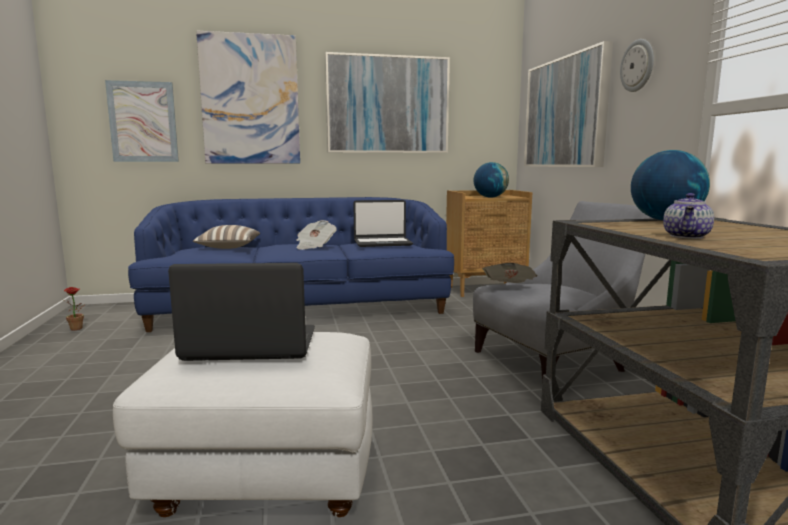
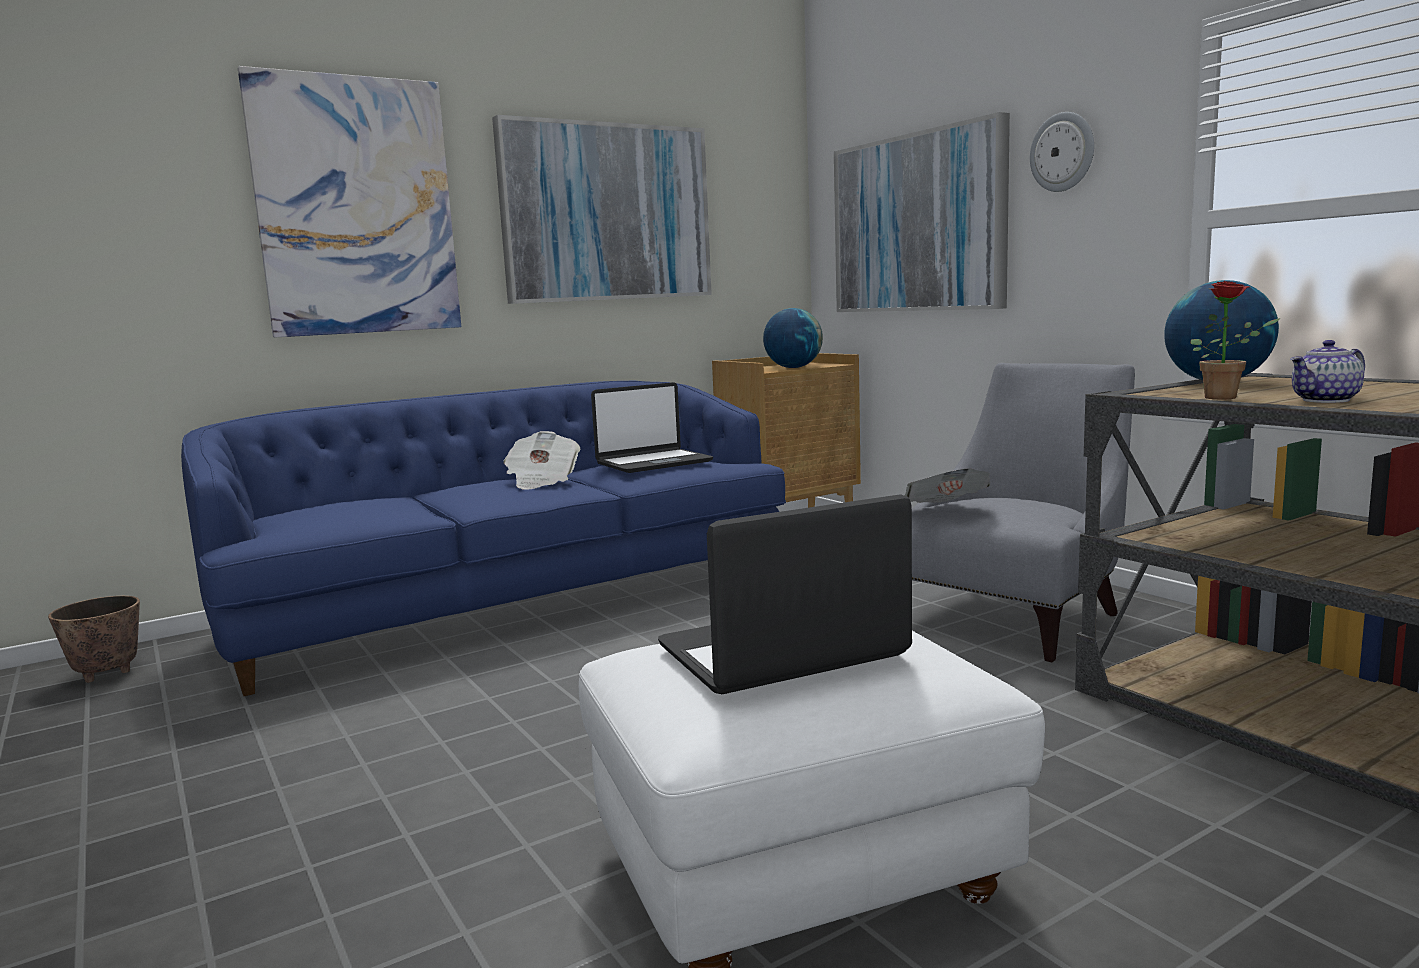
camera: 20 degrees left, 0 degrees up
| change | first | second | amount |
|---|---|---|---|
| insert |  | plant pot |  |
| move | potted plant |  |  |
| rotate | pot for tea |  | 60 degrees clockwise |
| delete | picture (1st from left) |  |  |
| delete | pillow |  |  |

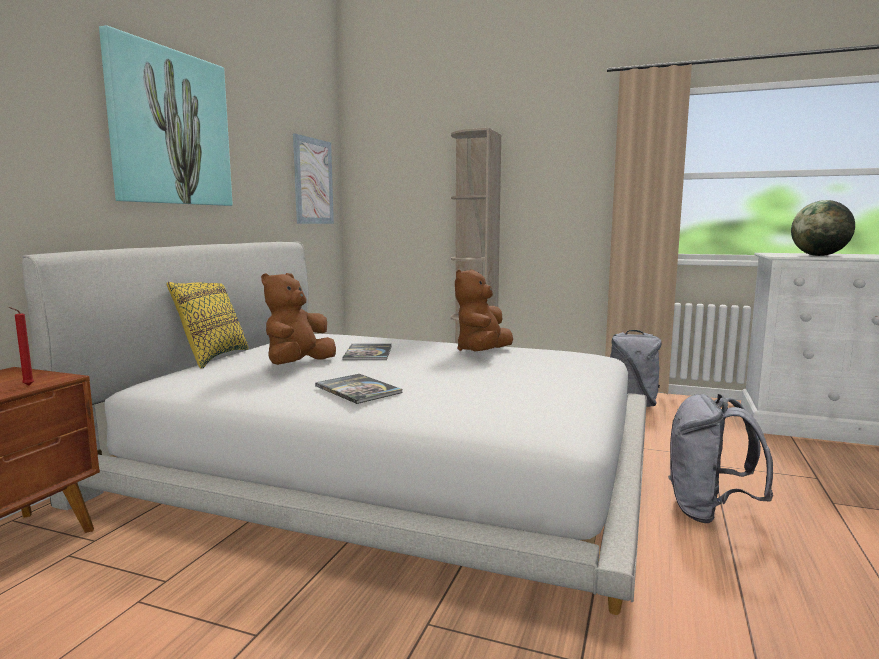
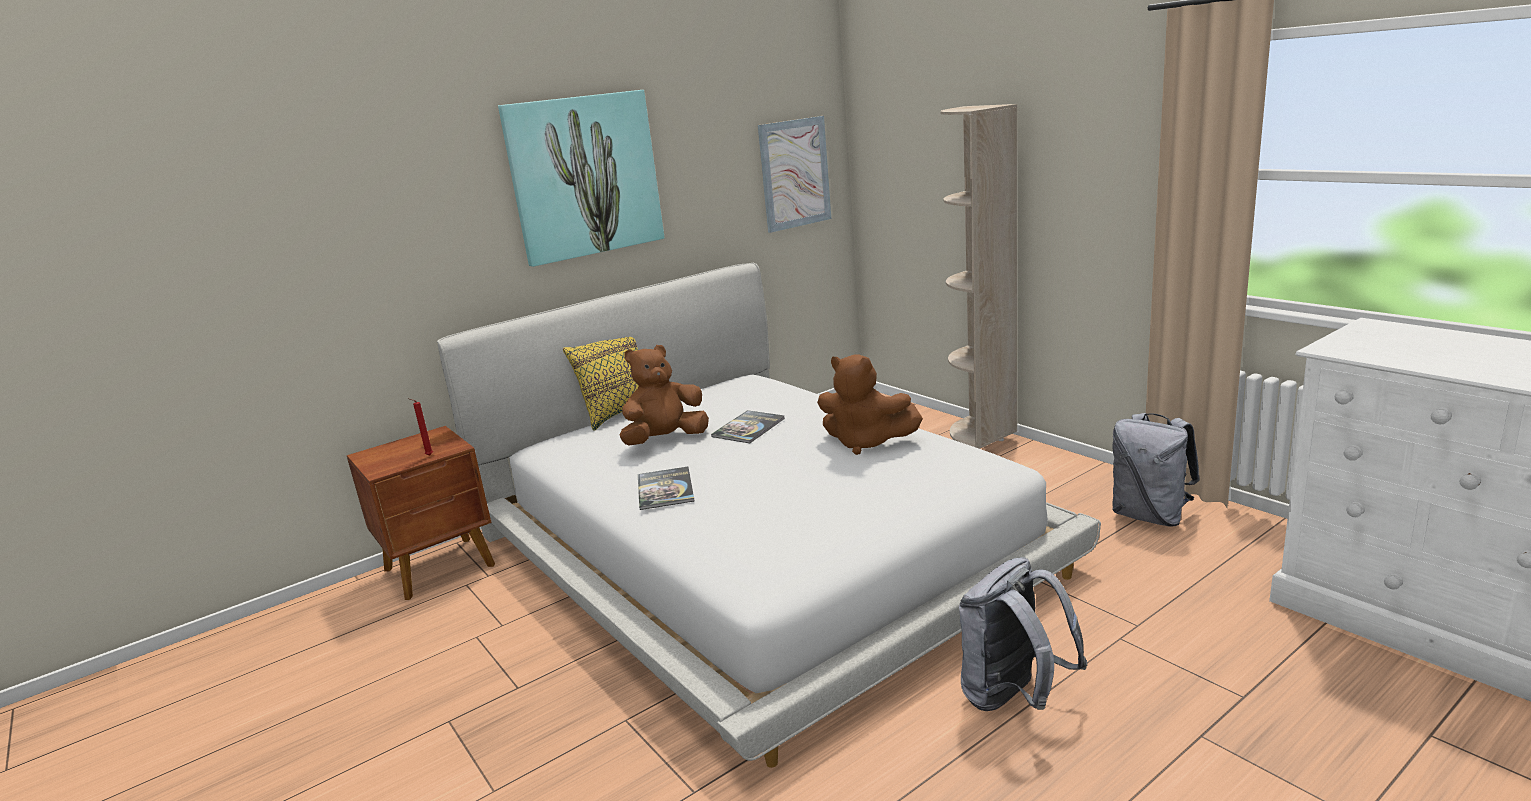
camera: 35 degrees right, 10 degrees up
| change | first | second | amount |
|---|---|---|---|
| rotate | brown plush toy (2nd from left) |  | 120 degrees counterclockwise |
| delete | world globe |  |  |

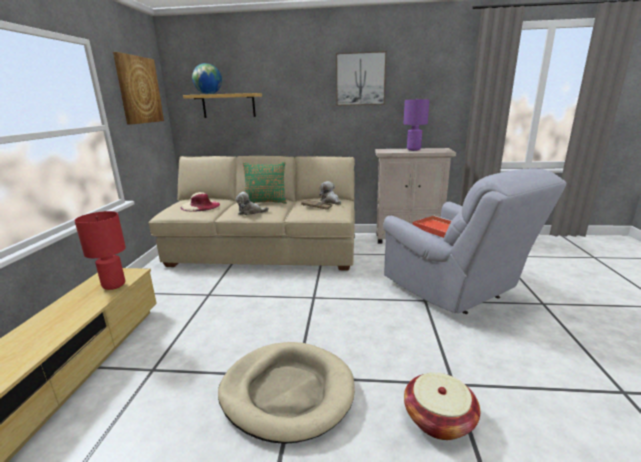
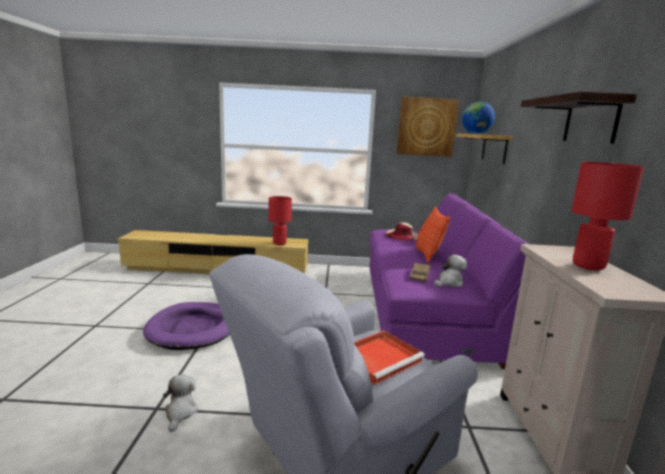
camera: 85 degrees right, 5 degrees down
| change | first | second | amount |
|---|---|---|---|
| recolor | sand-coloured pet bed | purple pet bed |  |
| move | plush toy (1st from left) |  |  |
| recolor | sand-coloured sofa | purple sofa |  |
| recolor | greenish pillow | orange-coloured pillow |  |
| replace | picture (2nd from left) | bracket shelf (2nd from left) |  |
| recolor | purple tabletop lamp | red tabletop lamp (2nd from left) |  |
| delete | basket |  |  |

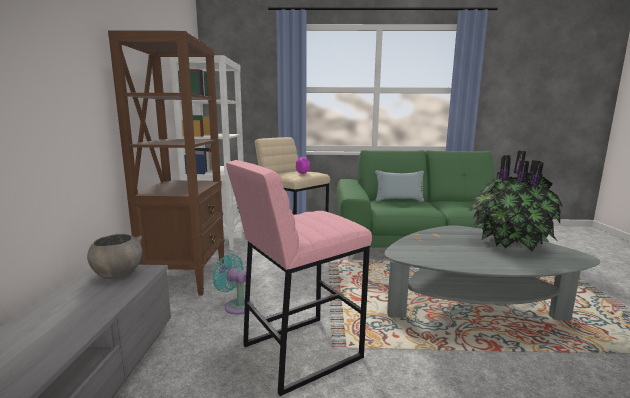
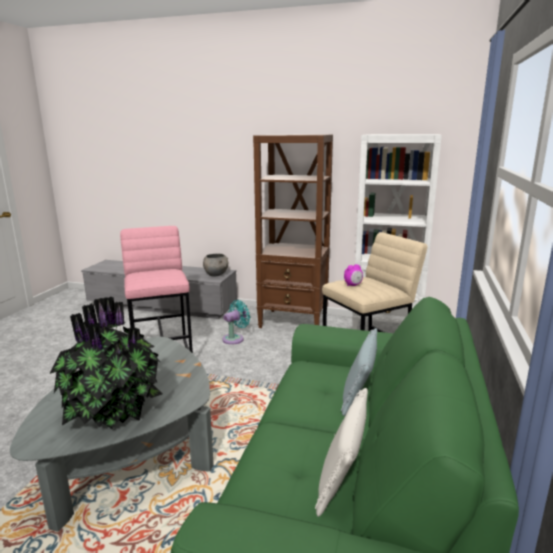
camera: 105 degrees right, 5 degrees up
| change | first | second | amount |
|---|---|---|---|
| insert |  | white pillow |  |

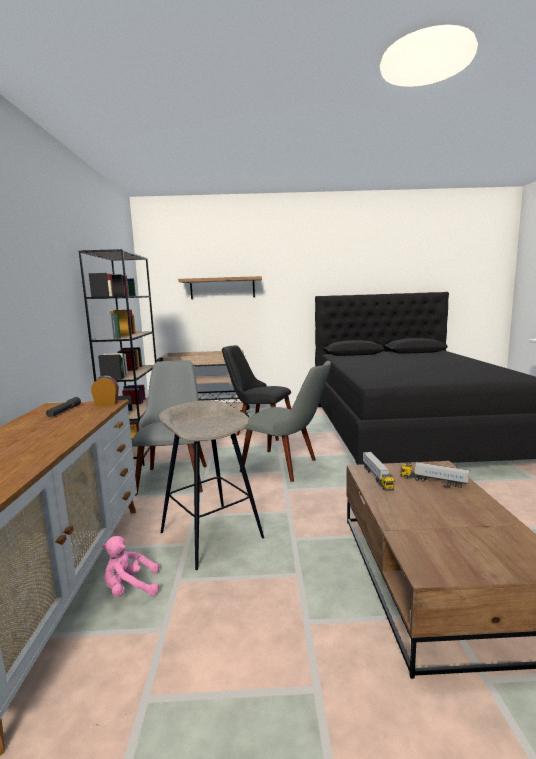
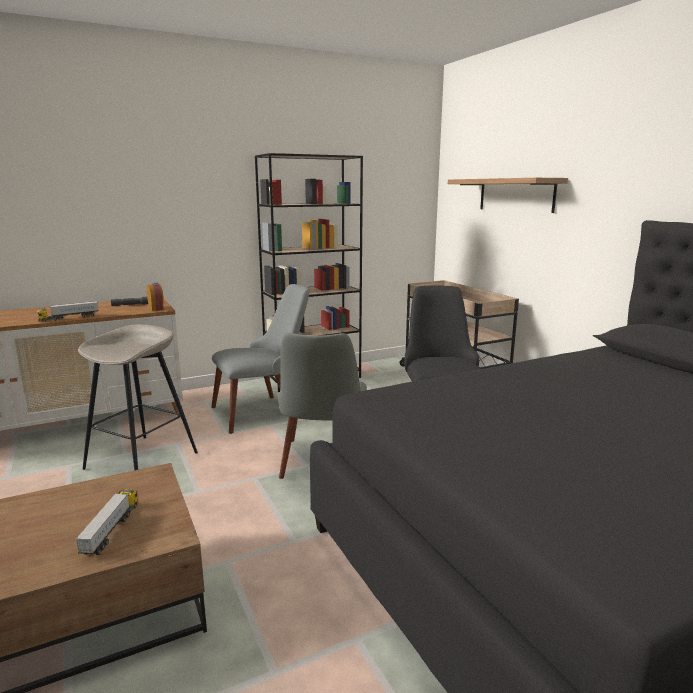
camera: 65 degrees right, 5 degrees up
| change | first | second | amount |
|---|---|---|---|
| move | toy truck (1st from left) |  |  |
| delete | pink-coloured plush toy |  |  |

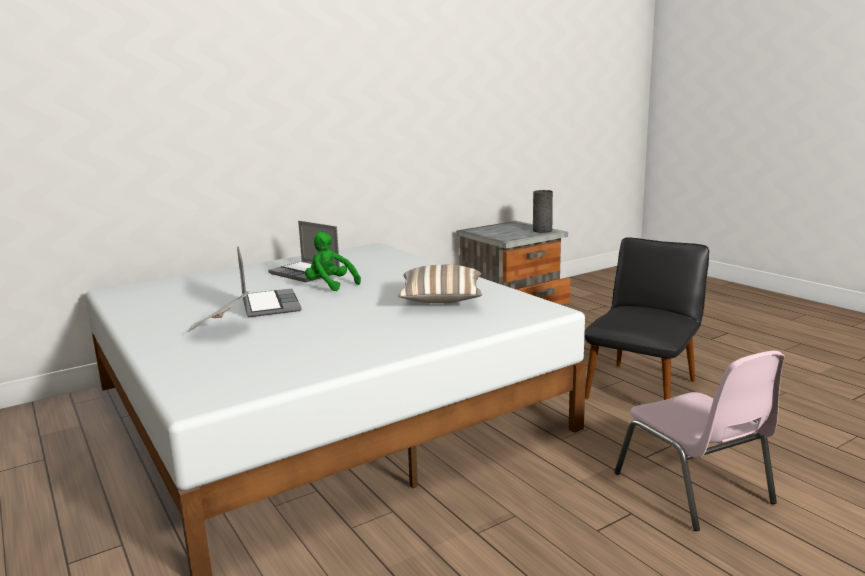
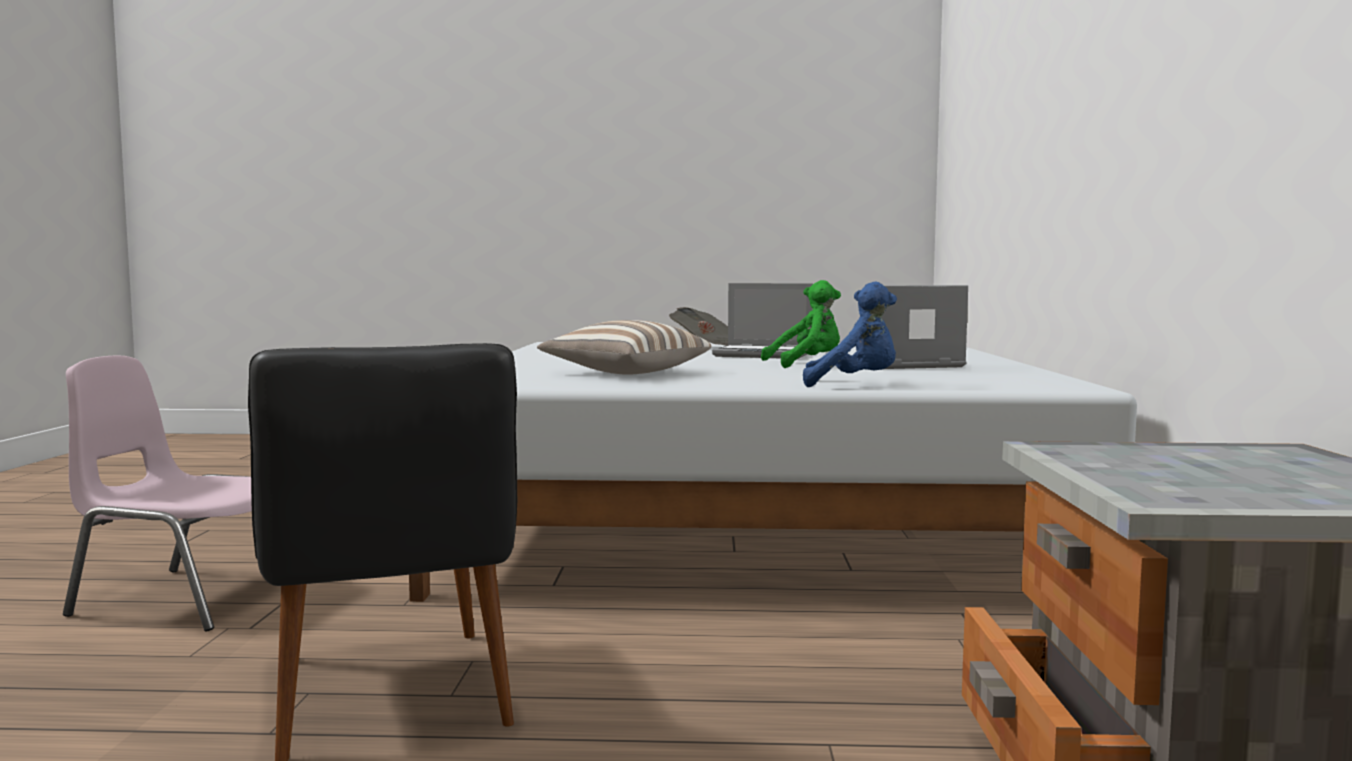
camera: 125 degrees right, 10 degrees down
| change | first | second | amount |
|---|---|---|---|
| insert |  | bluish plush toy |  |
| delete | grey vase |  |  |

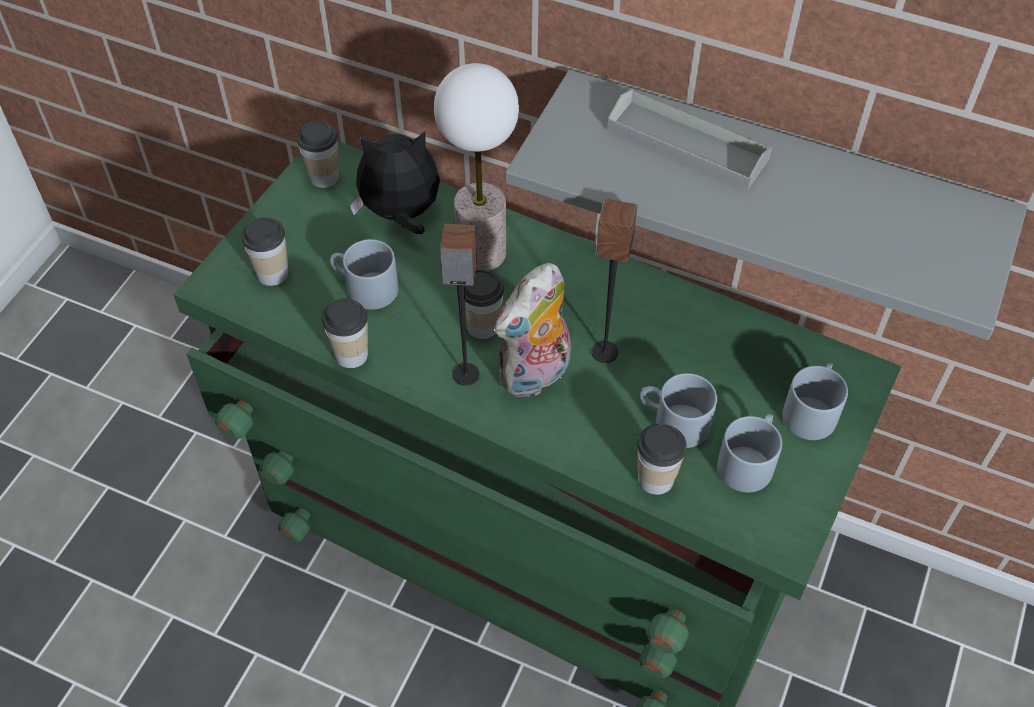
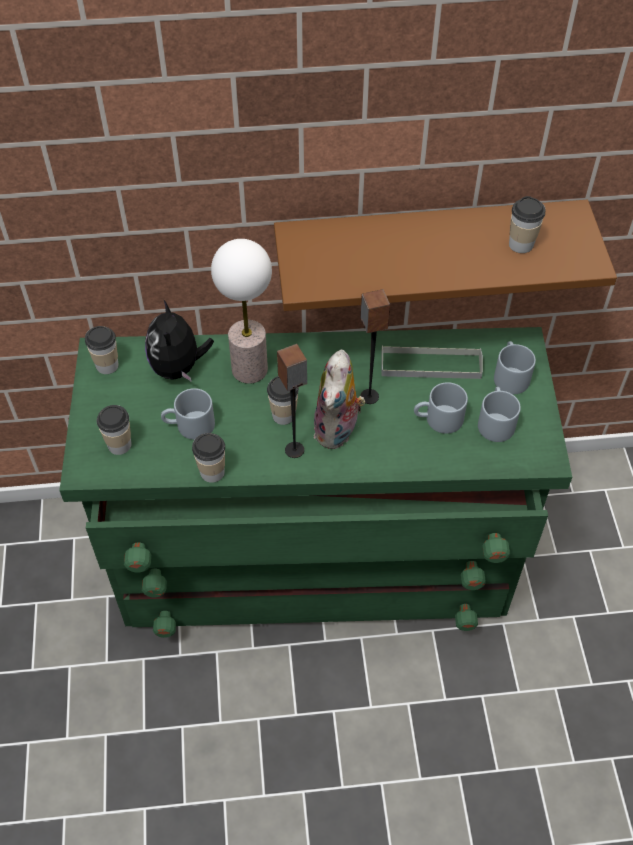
camera: 30 degrees left, 0 degrees up
| change | first | second | amount |
|---|---|---|---|
| rotate | plush toy (1st from left) |  | 60 degrees counterclockwise |
| recolor | grey bracket shelf | brown bracket shelf |  |
| move | grey serving tray |  |  |
| move | small cup (5th from left) |  |  |

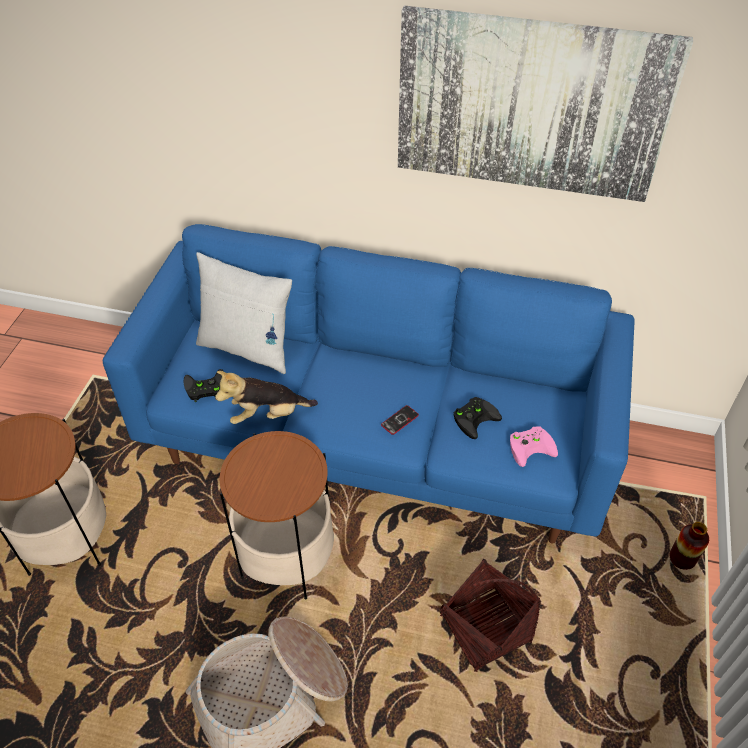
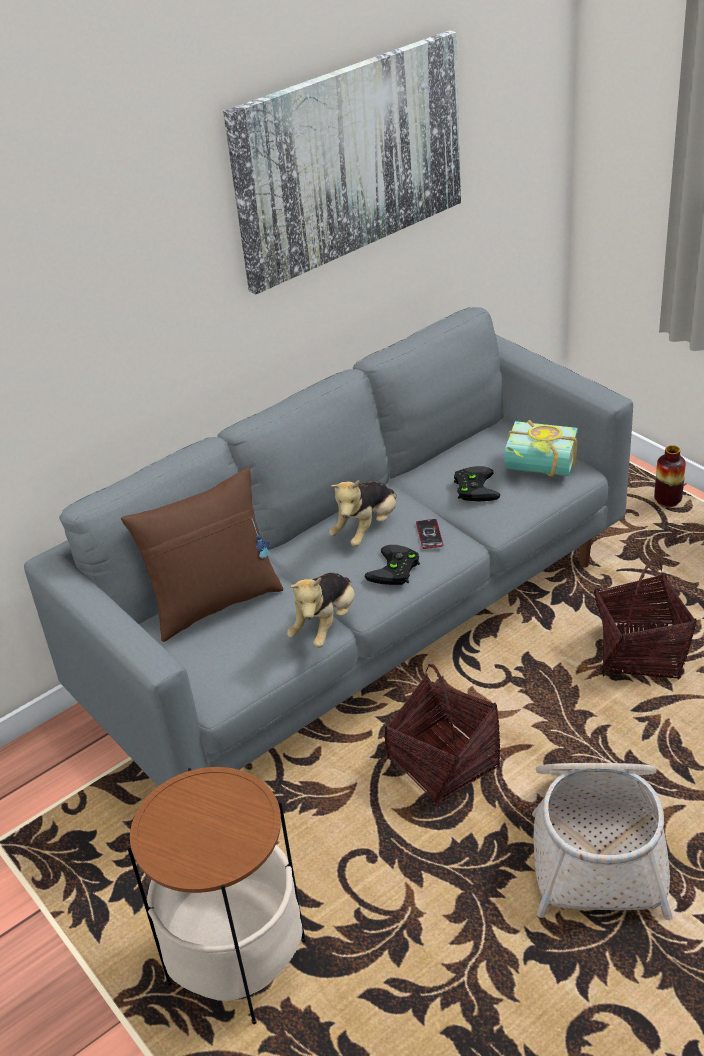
camera: 50 degrees left, 10 degrees down
| change | first | second | amount |
|---|---|---|---|
| recolor | bluish sofa | grey sofa |  |
| recolor | grey pillow | brown pillow |  |
| insert |  | plush toy (2nd from left) |  |
| move | black-coloured game controller (1st from left) |  |  |
| replace | accent table (2nd from left) | basket (1st from left) |  |
| replace | pink-coloured game controller | book |  |

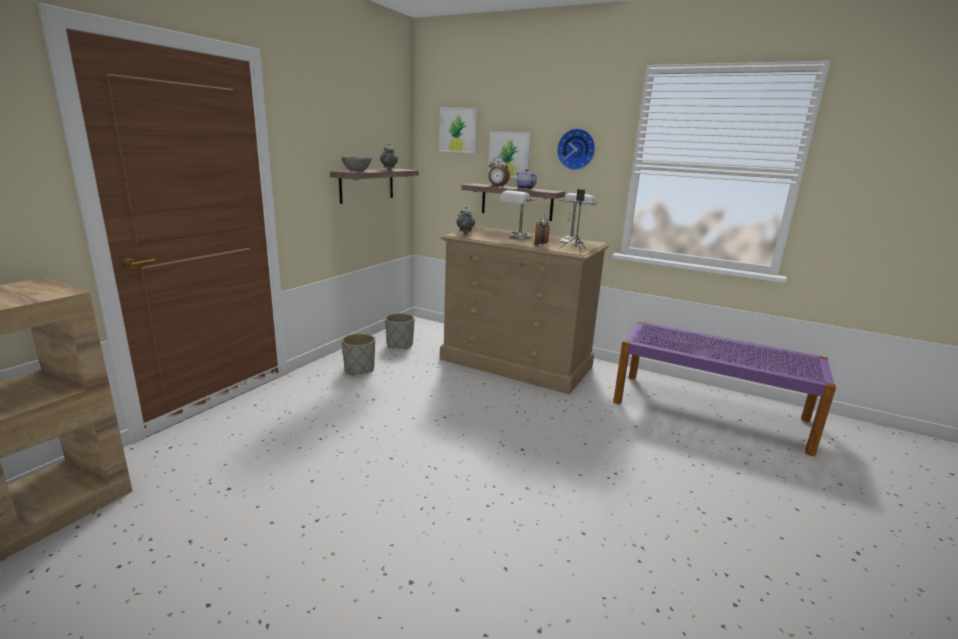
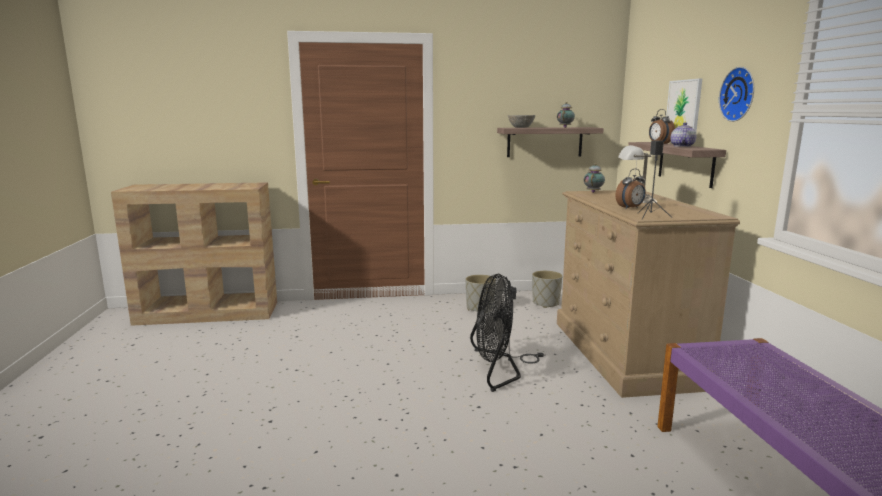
camera: 55 degrees right, 5 degrees down
| change | first | second | amount |
|---|---|---|---|
| insert |  | black-coloured cooling fan |  |
| delete | picture (1st from left) |  |  |
| delete | white tabletop lamp (2nd from left) |  |  |

